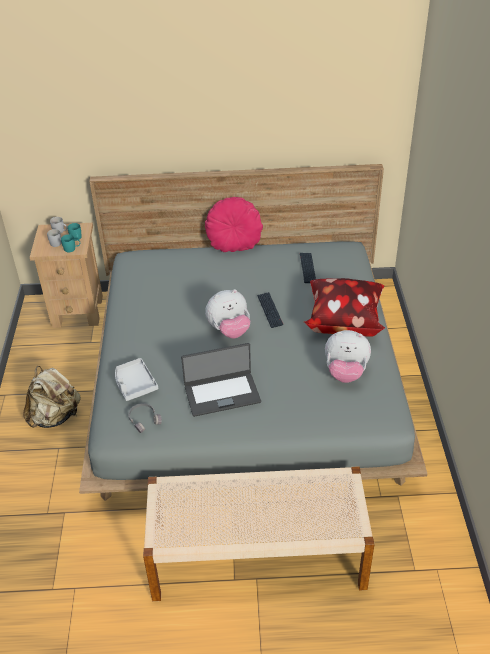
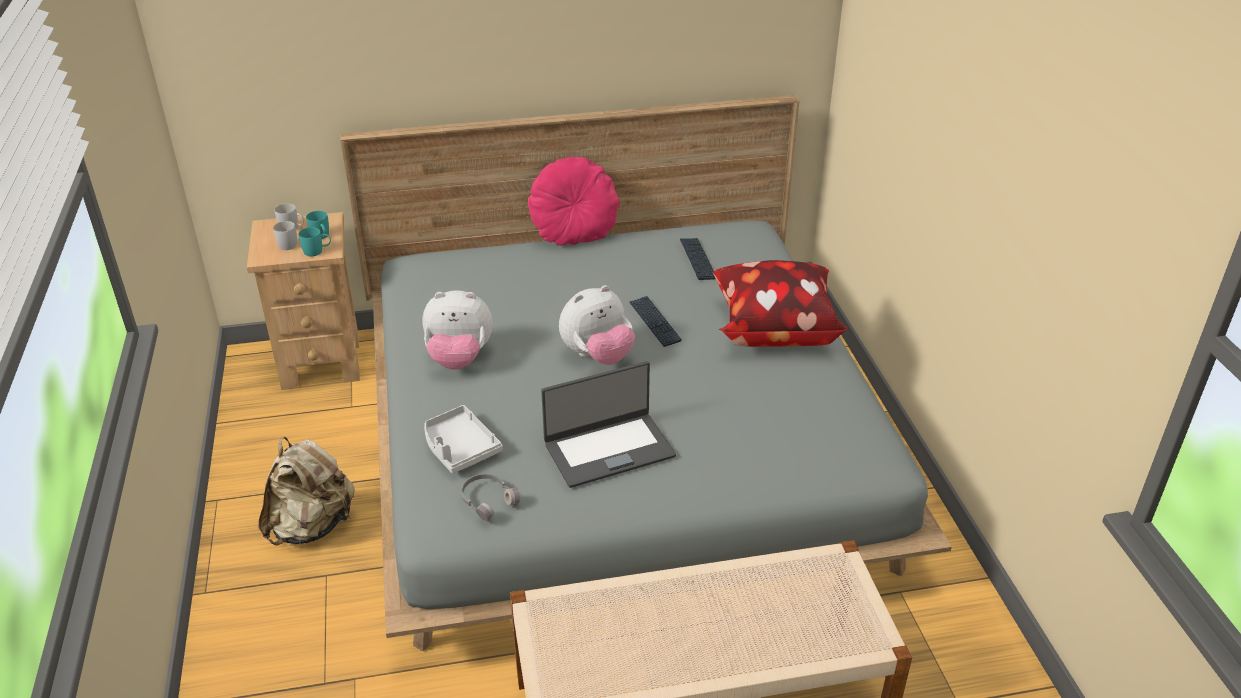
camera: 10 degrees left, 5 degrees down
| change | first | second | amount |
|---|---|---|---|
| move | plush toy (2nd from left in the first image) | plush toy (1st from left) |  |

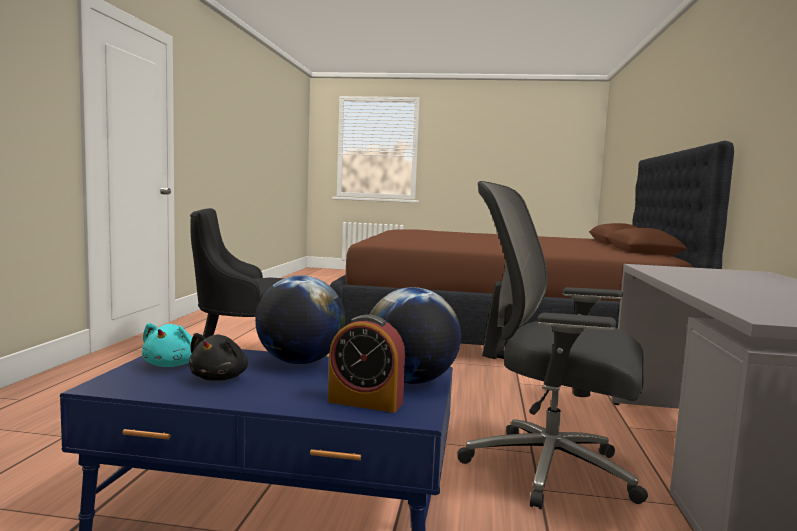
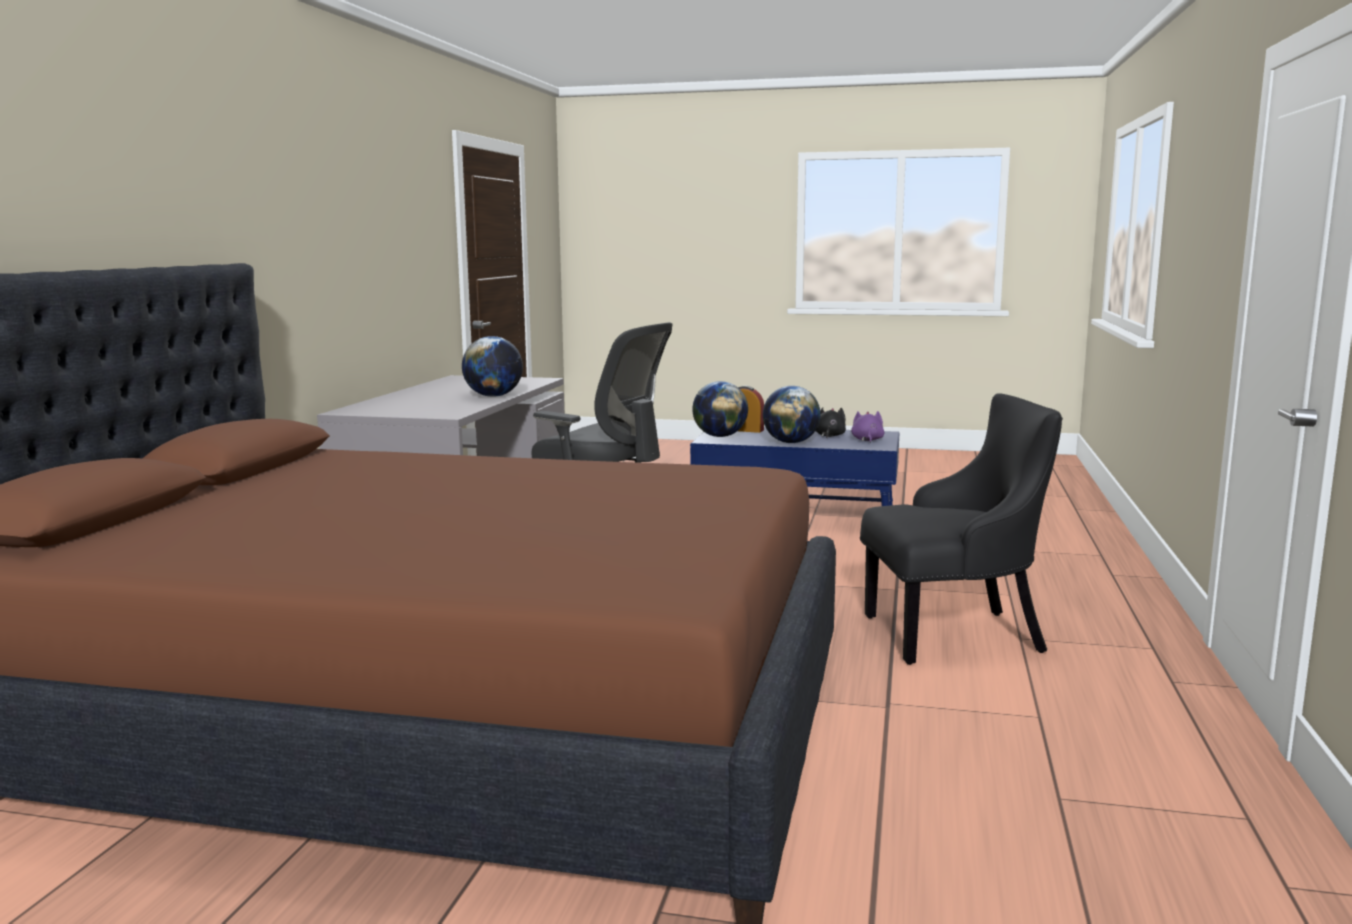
camera: 175 degrees left, 5 degrees up
| change | first | second | amount |
|---|---|---|---|
| insert |  | world globe (1st from left) |  |
| recolor | turquoise-coloured plush toy | purple plush toy |  |

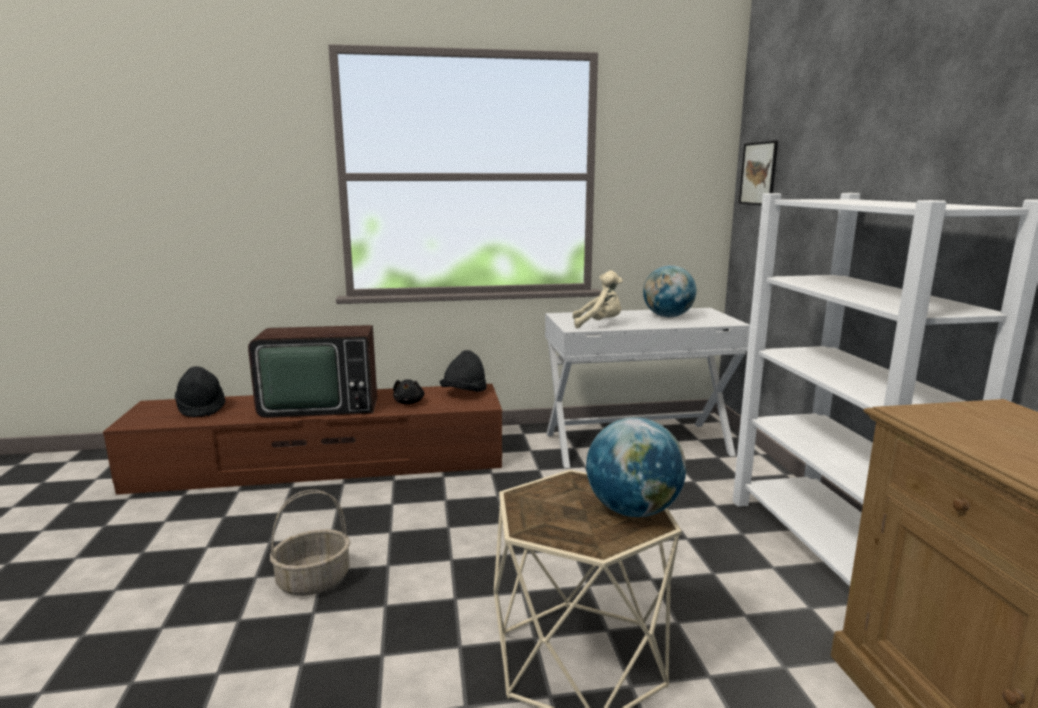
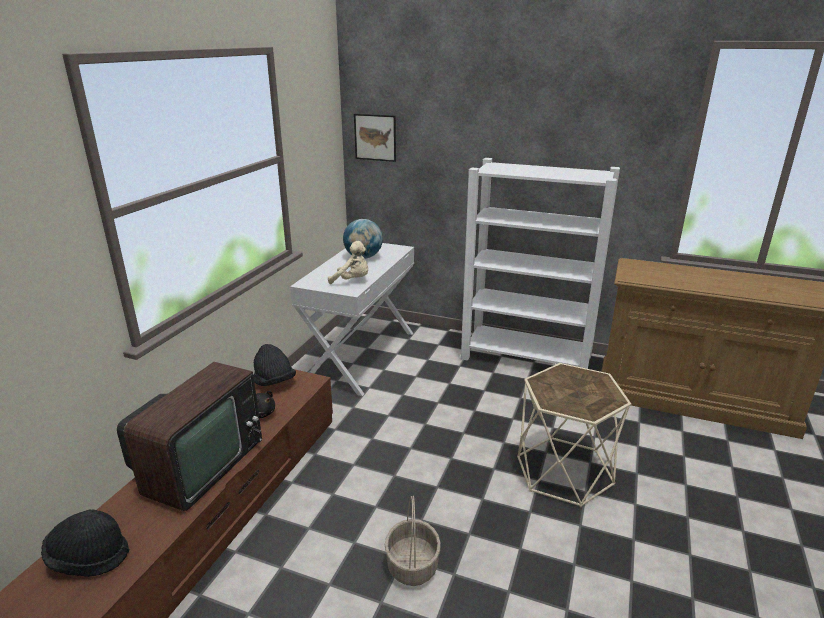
camera: 60 degrees left, 10 degrees up
| change | first | second | amount |
|---|---|---|---|
| rotate | sand-coloured plush toy |  | 75 degrees clockwise |
| delete | world globe (1st from left) |  |  |

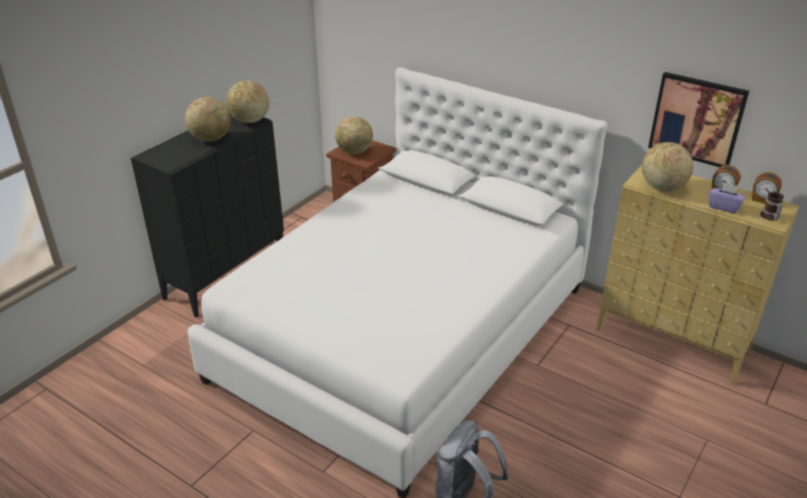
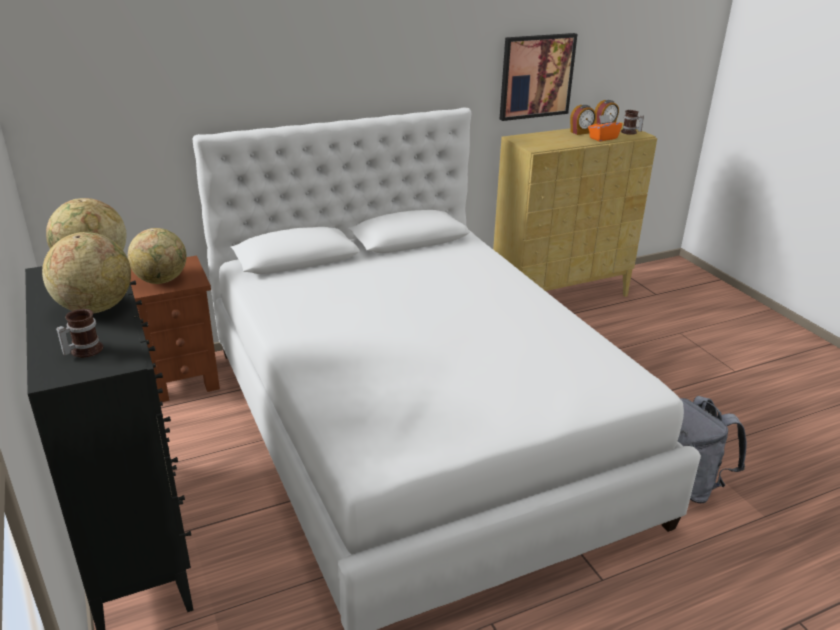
camera: 60 degrees left, 5 degrees down
| change | first | second | amount |
|---|---|---|---|
| insert |  | coffee mug (1st from left) |  |
| recolor | purple box of tissues | orange-coloured box of tissues |  |
| delete | world globe (4th from left) |  |  |

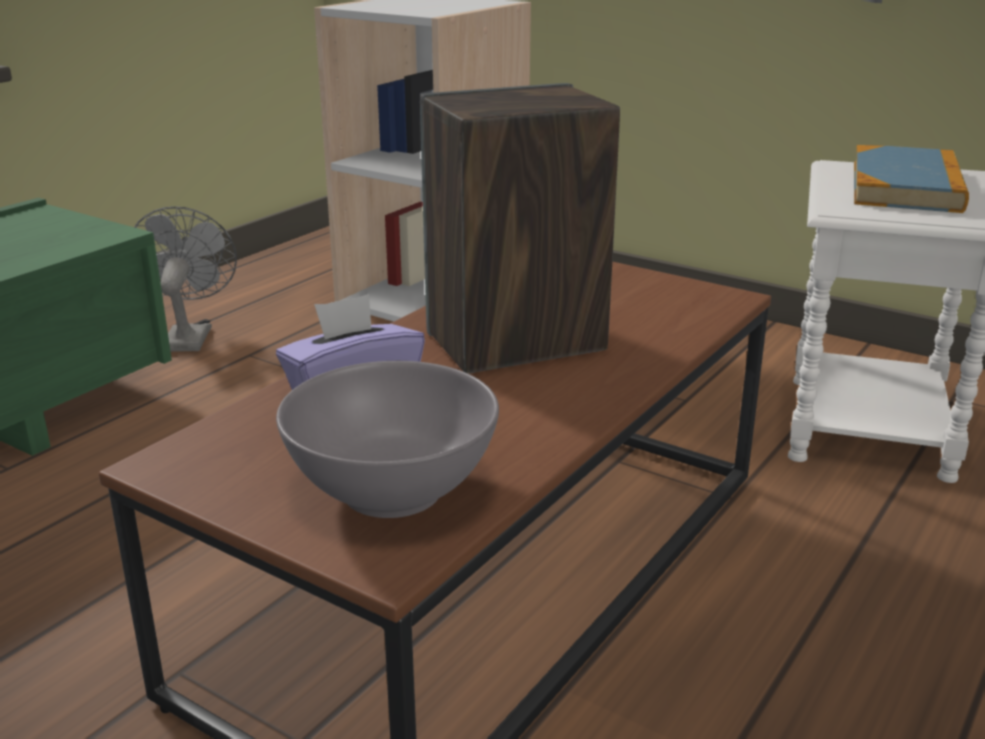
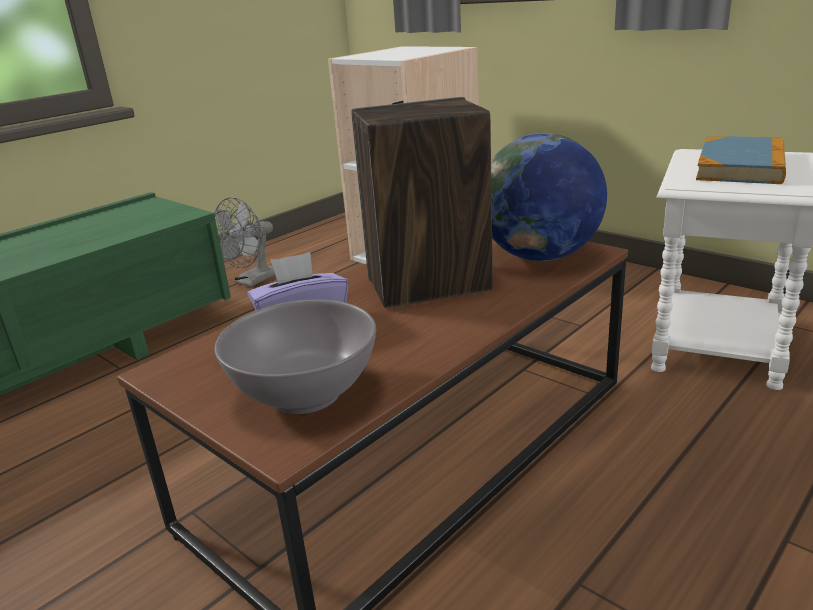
camera: 10 degrees right, 0 degrees up
| change | first | second | amount |
|---|---|---|---|
| rotate | grey cooling fan |  | 150 degrees counterclockwise |
| insert |  | world globe |  |

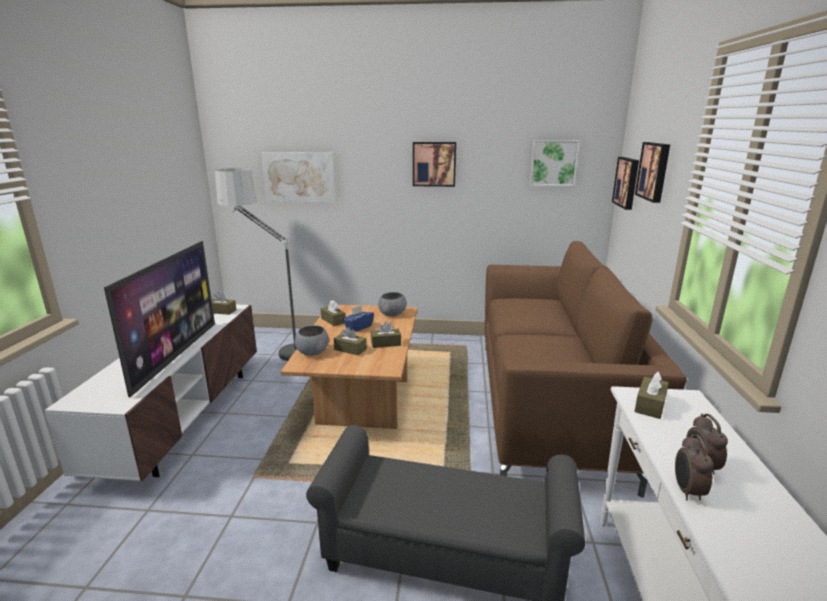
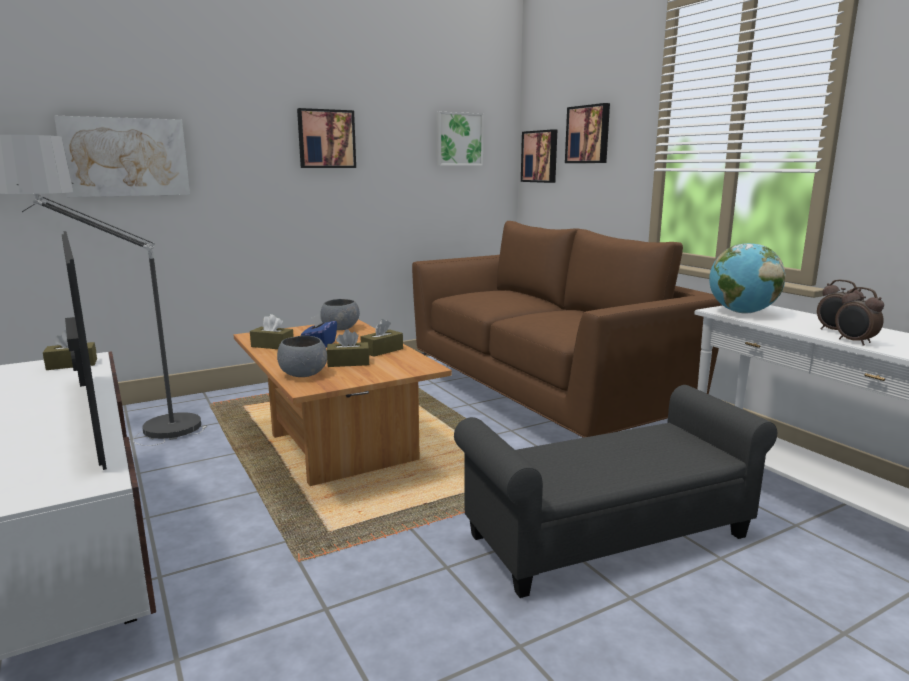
camera: 35 degrees left, 5 degrees down
| change | first | second | amount |
|---|---|---|---|
| replace | brown box of tissues (5th from left) | world globe |  |

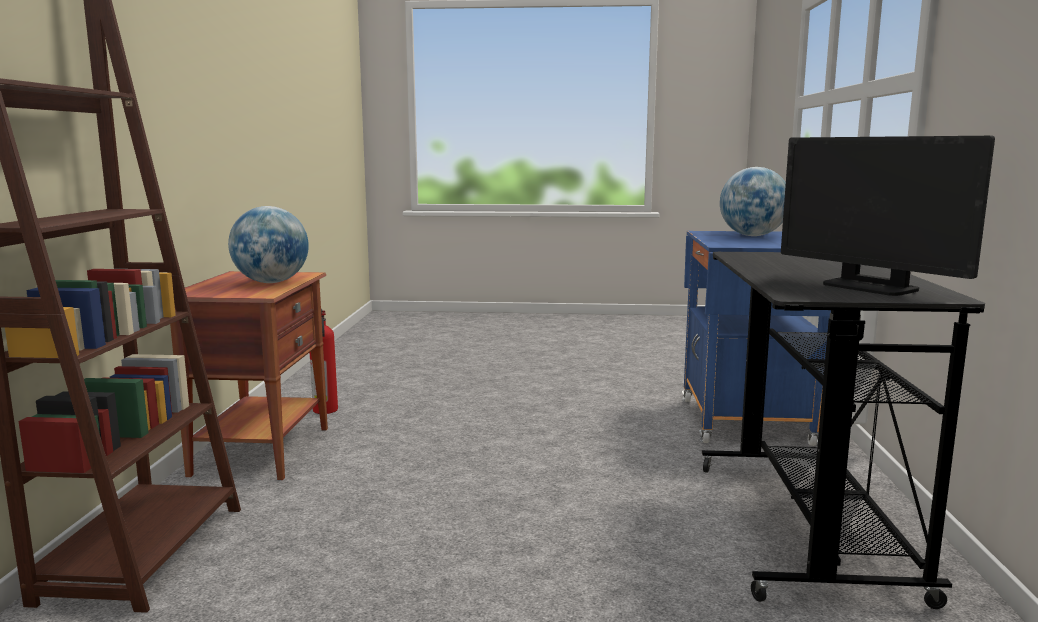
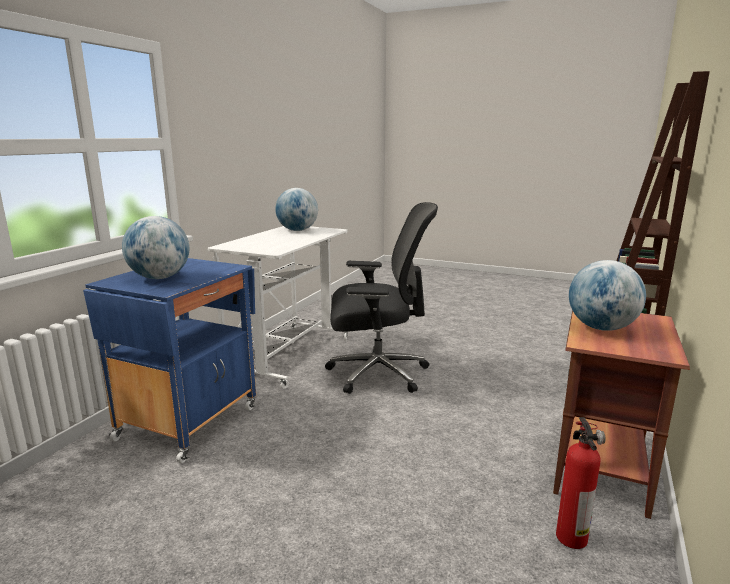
camera: 160 degrees left, 5 degrees up
| change | first | second | amount |
|---|---|---|---|
| recolor | black-coloured desk | white desk |  |
| replace | computer screen | world globe (2nd from left) |  |
| insert |  | desk chair |  |

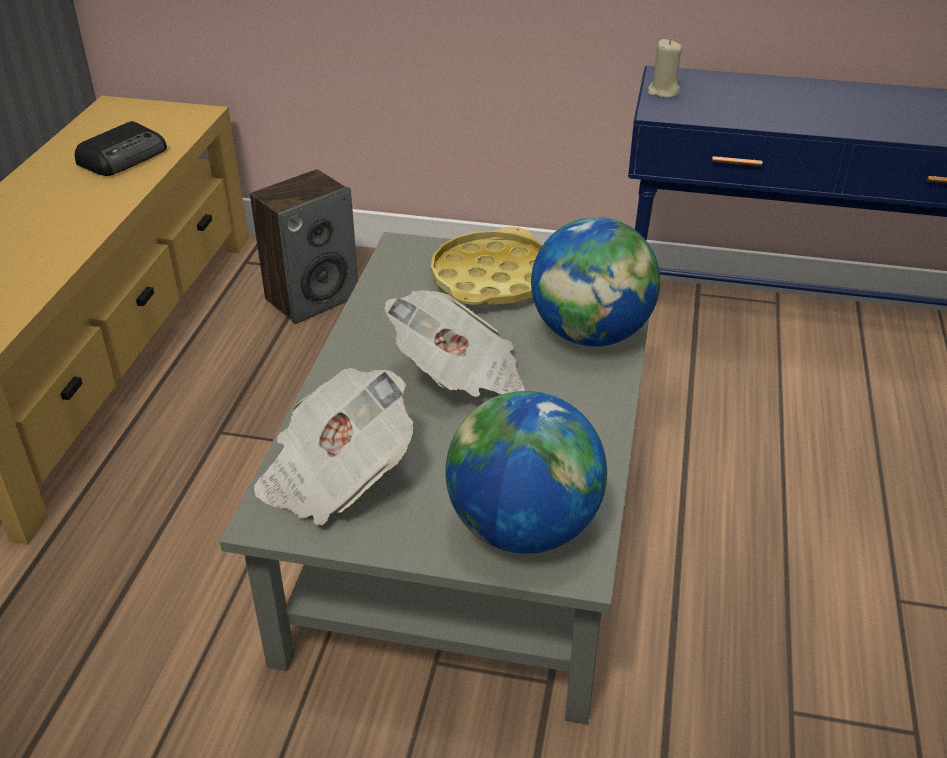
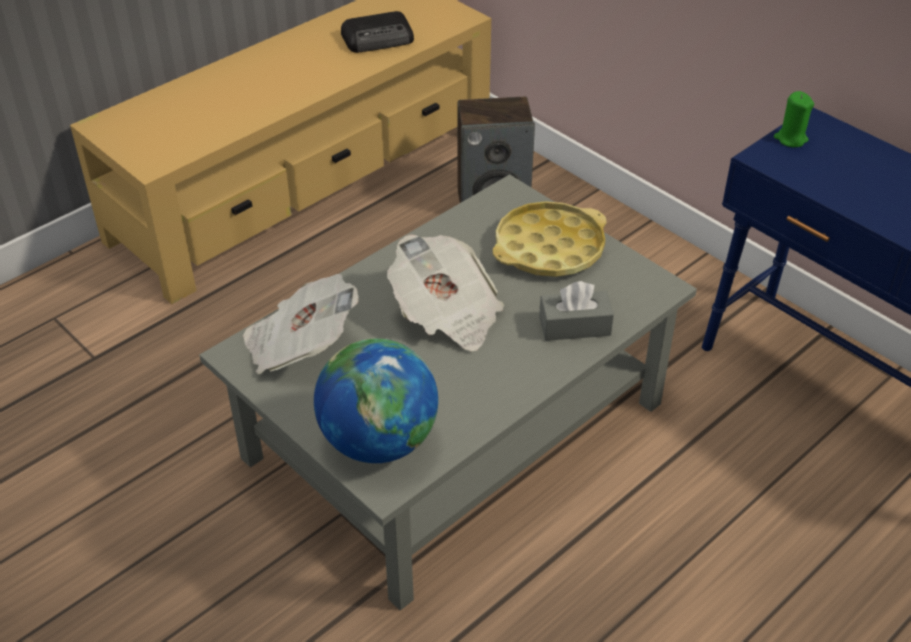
camera: 35 degrees right, 5 degrees up
| change | first | second | amount |
|---|---|---|---|
| replace | world globe (2nd from left) | grey box of tissues |  |
| recolor | sand-coloured candle | greenish candle |  |

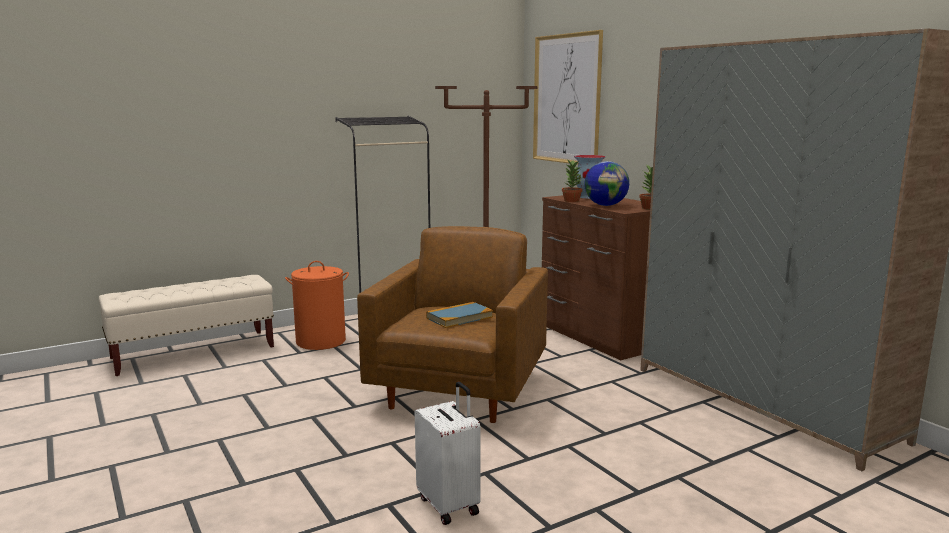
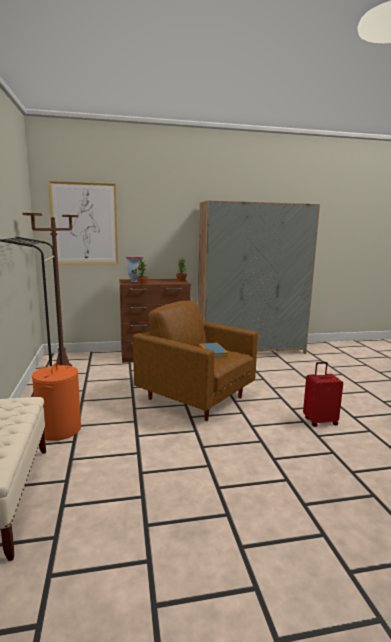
camera: 70 degrees left, 0 degrees up
| change | first | second | amount |
|---|---|---|---|
| recolor | white suitcase | red suitcase |  |
| delete | world globe |  |  |

